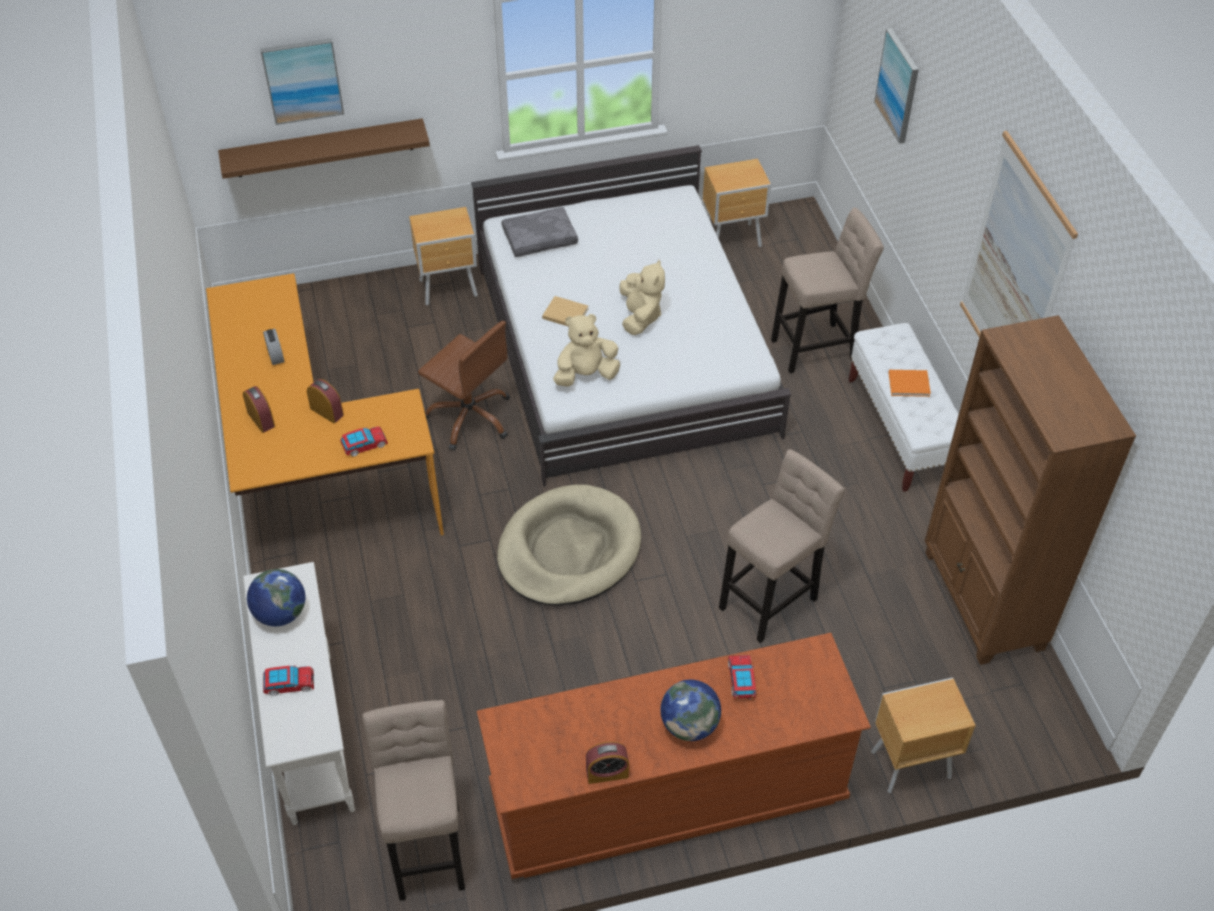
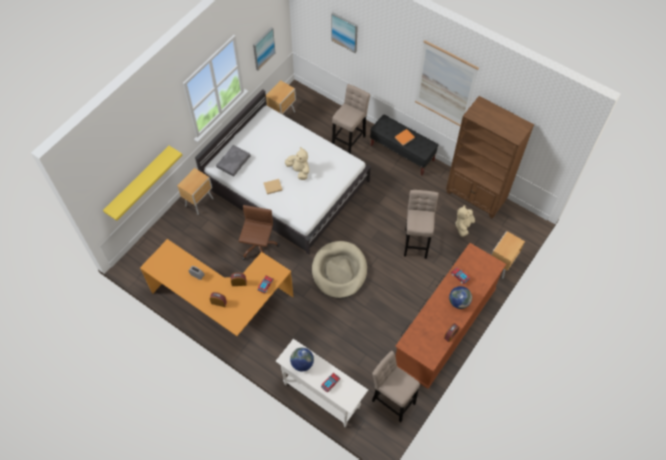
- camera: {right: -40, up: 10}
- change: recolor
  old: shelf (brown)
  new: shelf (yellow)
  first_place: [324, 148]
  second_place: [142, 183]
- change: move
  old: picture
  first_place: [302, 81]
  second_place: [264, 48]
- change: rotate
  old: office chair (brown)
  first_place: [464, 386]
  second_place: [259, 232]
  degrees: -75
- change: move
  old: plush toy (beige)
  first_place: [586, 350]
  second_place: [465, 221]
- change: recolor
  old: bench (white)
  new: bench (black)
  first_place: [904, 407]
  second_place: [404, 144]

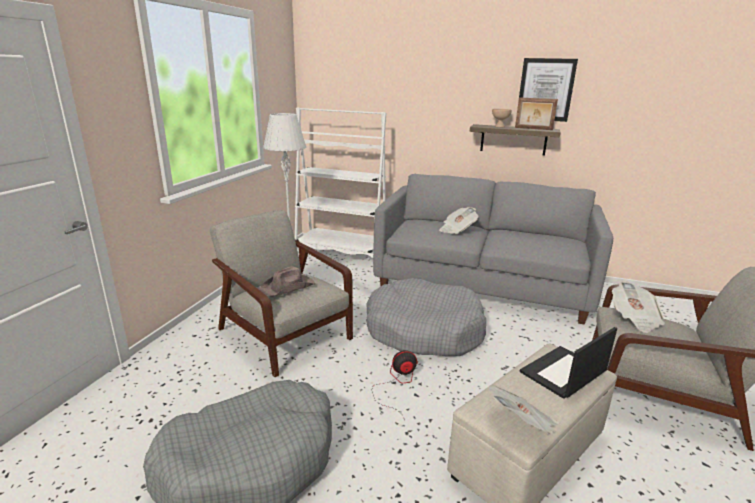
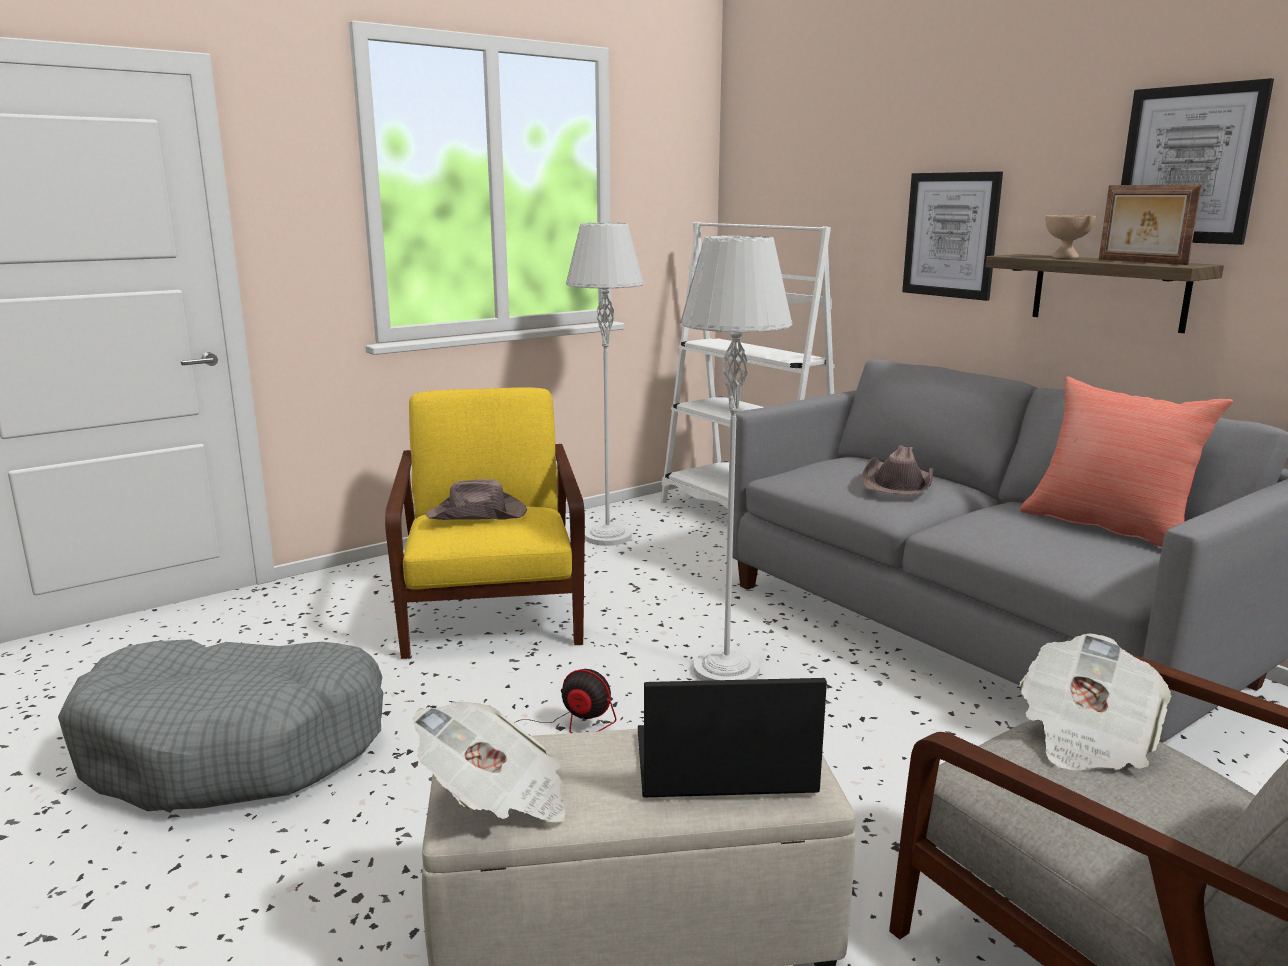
- camera: {right: 35, up: -5}
- change: recolor
  old: armchair (grey)
  new: armchair (yellow)
  first_place: [281, 293]
  second_place: [485, 523]
- change: replace
  old: dog bed (grey)
  new: floor lamp (grey)
  first_place: [426, 317]
  second_place: [736, 458]
- change: replace
  old: newspaper
  new: hat (brown)
  first_place: [458, 220]
  second_place: [898, 470]
- change: insert
  new: picture
  second_place: [952, 236]
- change: insert
  new: pillow (red)
  second_place: [1126, 461]

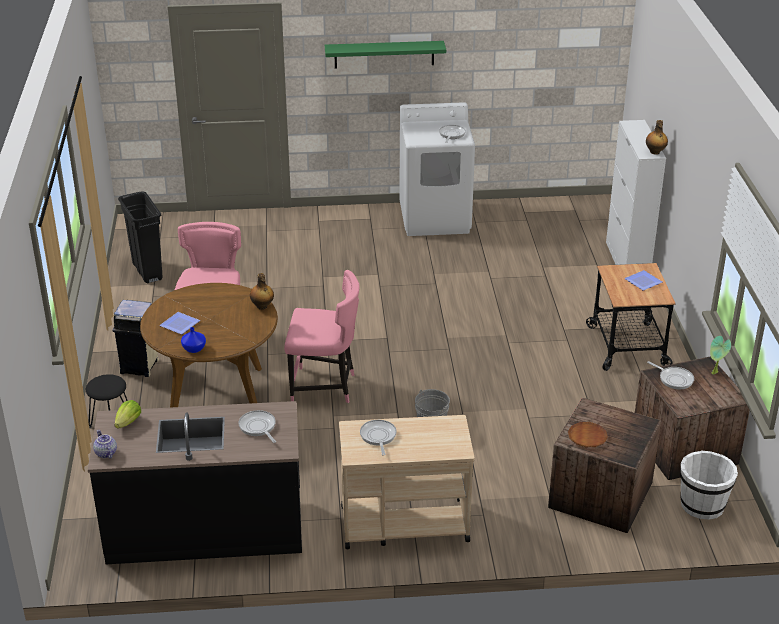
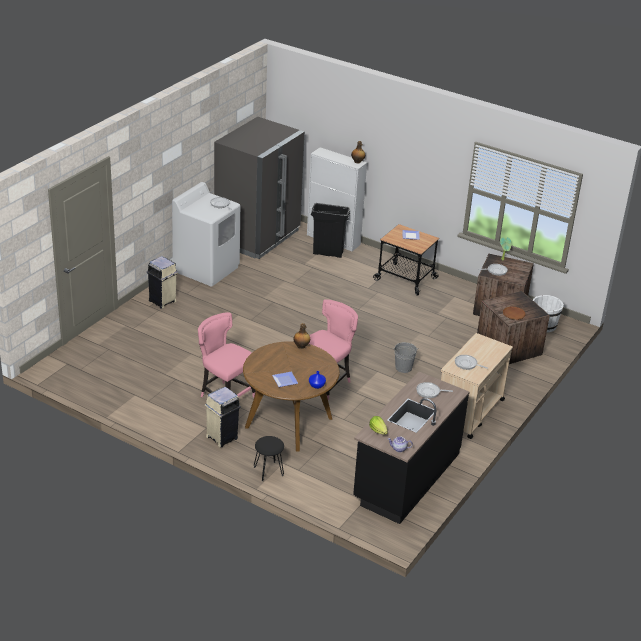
- camera: {right: -55, up: 0}
- change: move
  old: trash can (black)
  first_place: [140, 237]
  second_place: [330, 230]
- change: delete
  old: shelf (green)
  first_place: [385, 55]
- change: insert
  new: trash can (beige)
  second_place: [162, 282]
- change: insert
  new: fridge (grey)
  second_place: [259, 188]

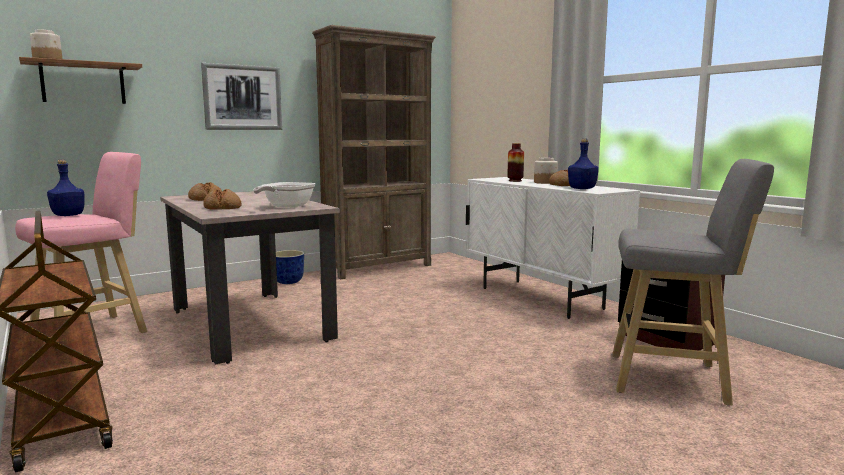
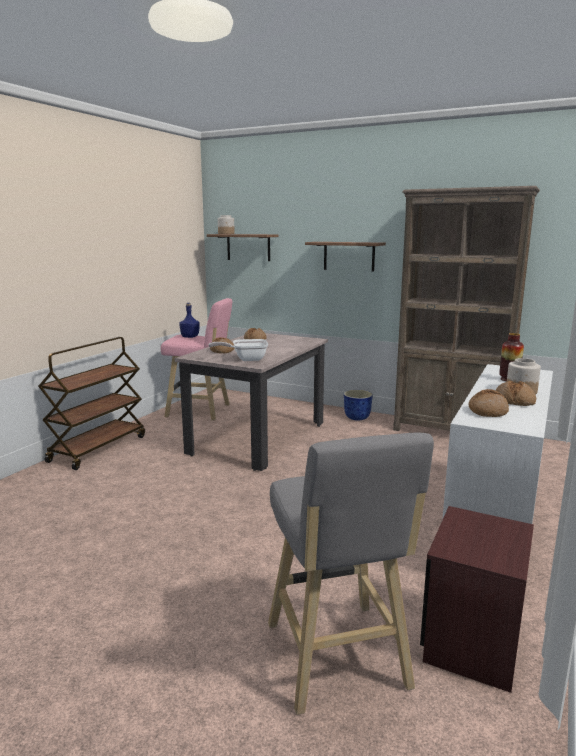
- camera: {right: 60, up: 5}
- change: replace
  old: picture
  new: shelf
  first_place: [241, 96]
  second_place: [345, 257]
- change: replace
  old: bottle (blue)
  new: bread
  first_place: [583, 164]
  second_place: [488, 403]

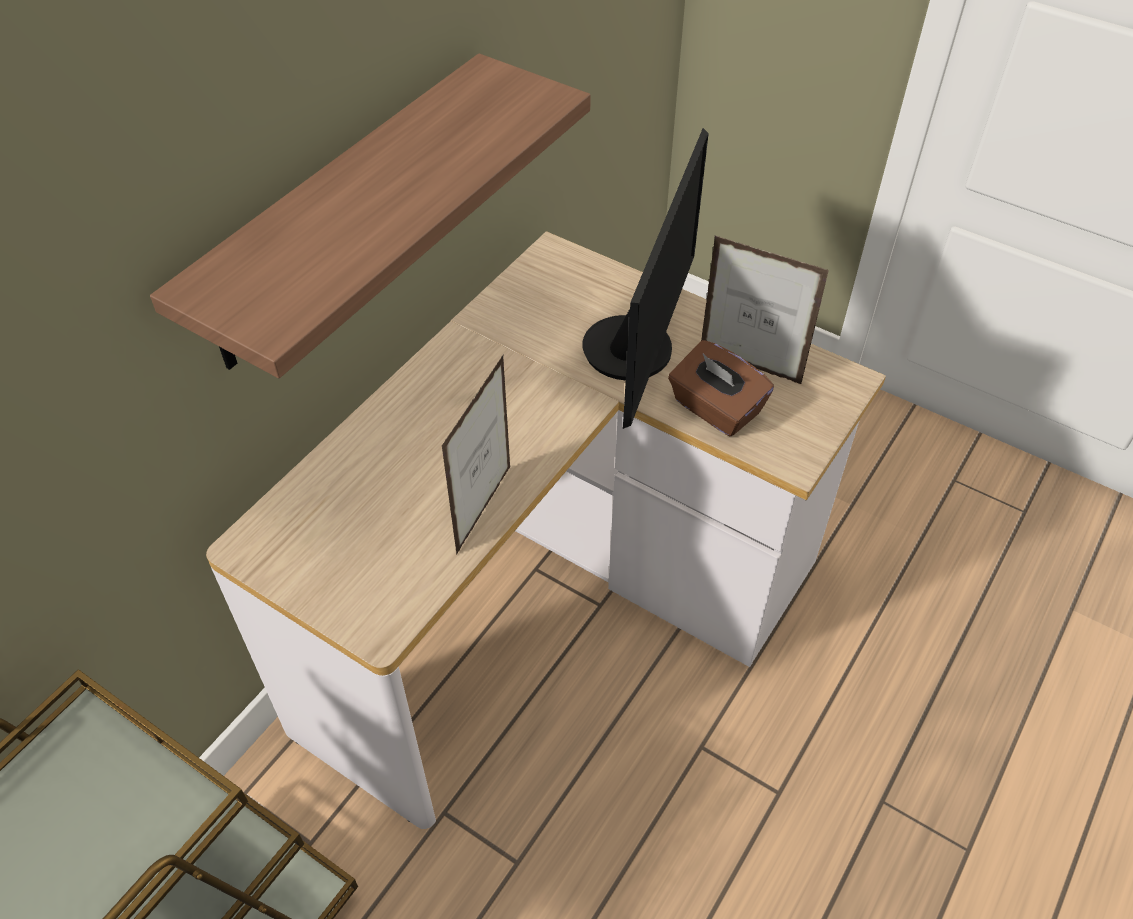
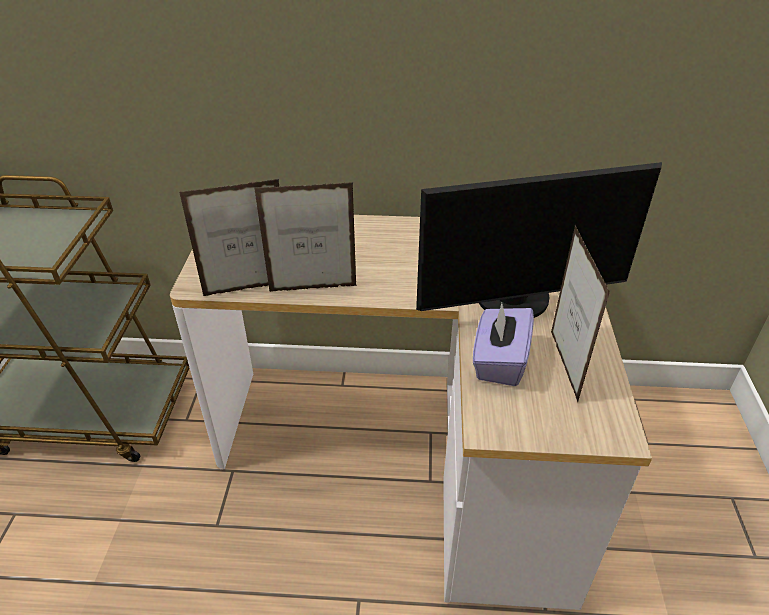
- camera: {right: 60, up: -10}
- change: delete
  old: shelf
  first_place: [370, 215]
- change: recolor
  old: tissue box (brown)
  new: tissue box (purple)
  first_place: [721, 388]
  second_place: [503, 344]
- change: insert
  new: picture frame
  second_place: [229, 237]

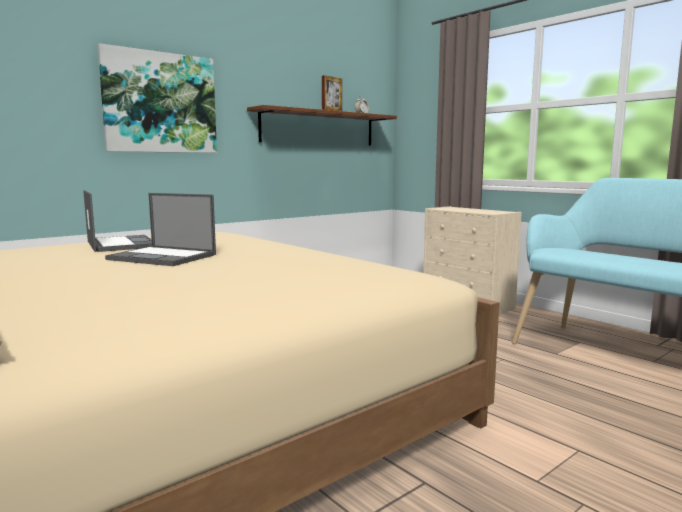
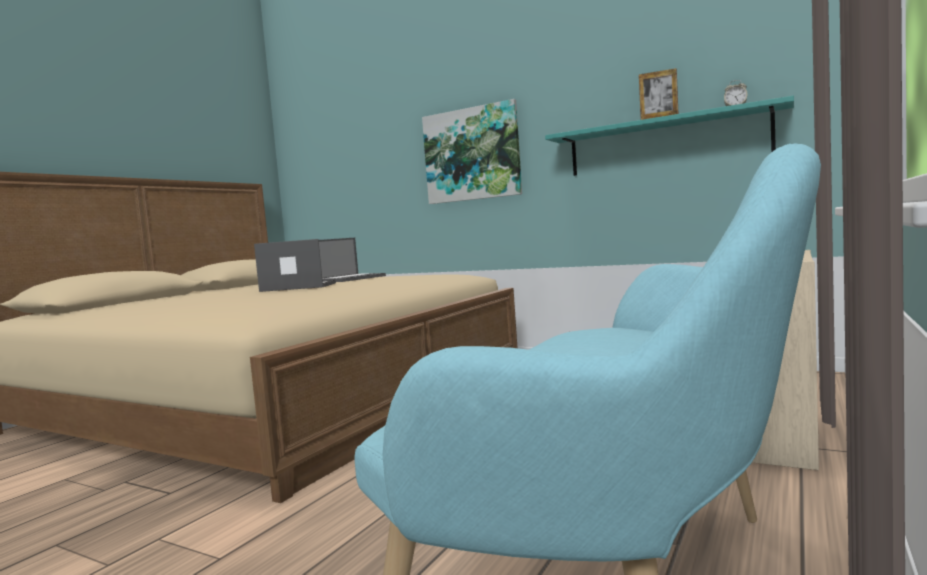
- camera: {right: 70, up: -5}
- change: rotate
  old: laptop
  first_place: [160, 229]
  second_place: [295, 265]
  degrees: 90
- change: recolor
  old: shelf (brown)
  new: shelf (turquoise)
  first_place: [322, 125]
  second_place: [669, 136]

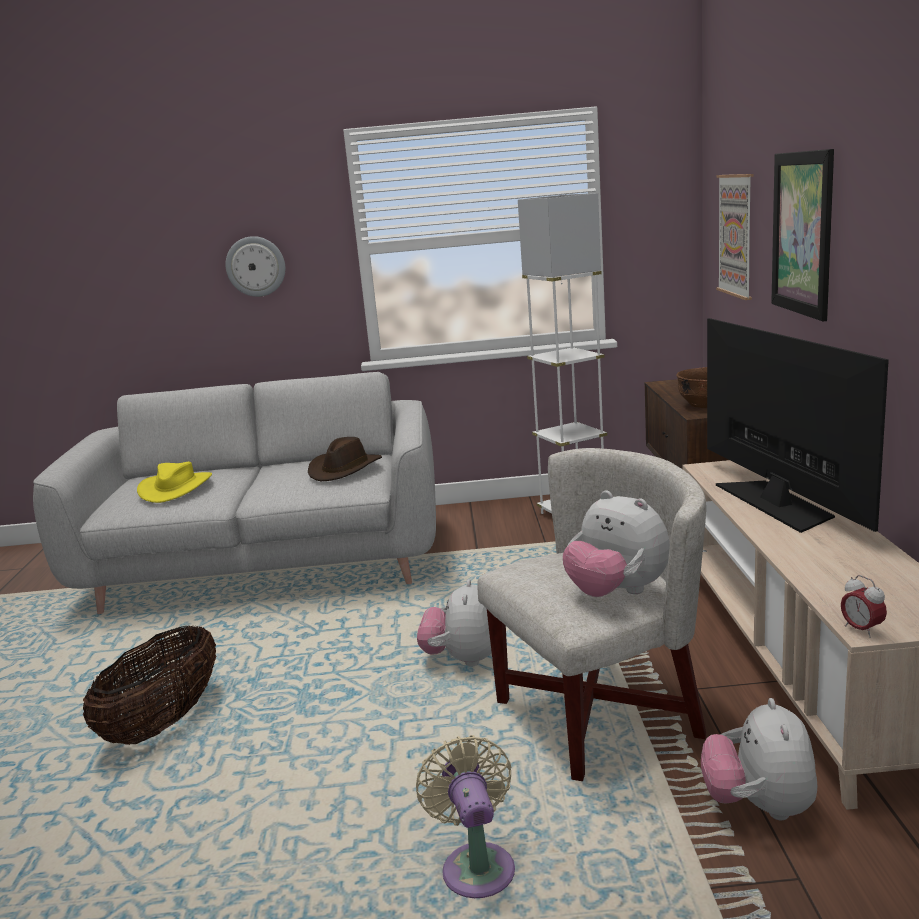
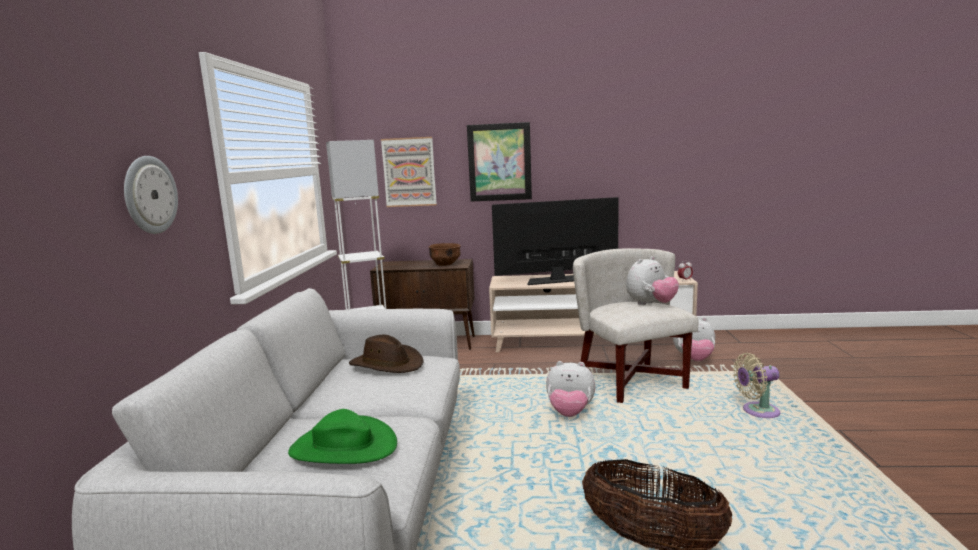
- camera: {right: -85, up: -5}
- change: recolor
  old: hat (yellow)
  new: hat (green)
  first_place: [174, 482]
  second_place: [342, 436]

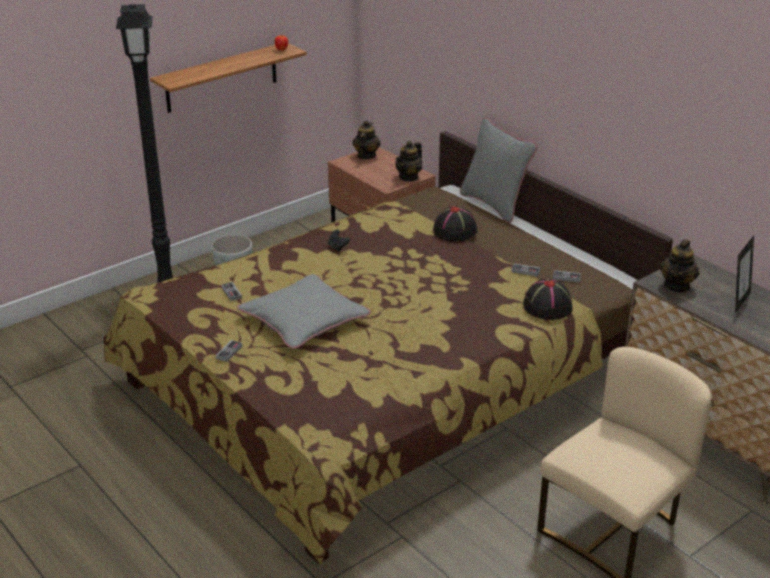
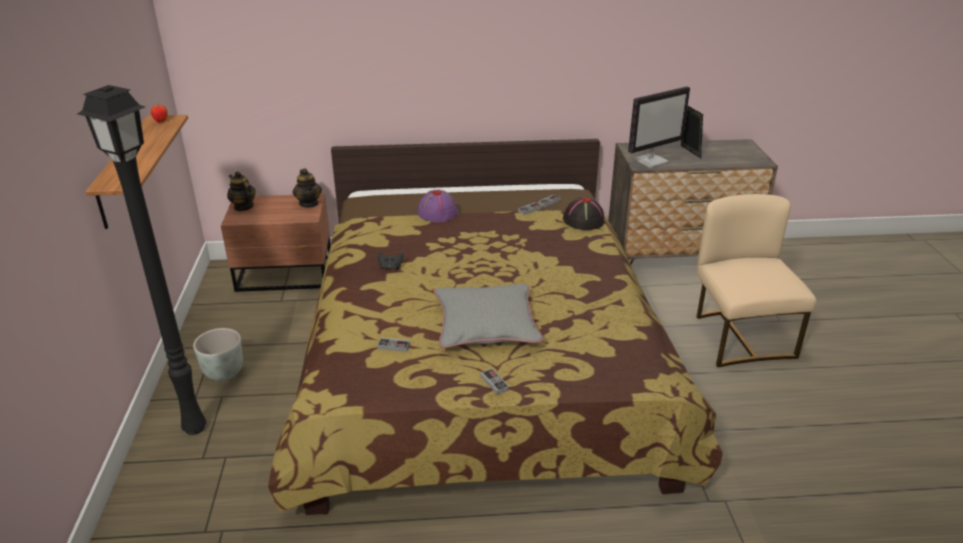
- camera: {right: -55, up: 0}
- change: recolor
  old: hat (black)
  new: hat (purple)
  first_place: [455, 224]
  second_place: [438, 206]
- change: delete
  old: pillow (grey)
  first_place: [498, 170]
- change: replace
  old: teapot
  new: monitor
  first_place: [680, 266]
  second_place: [659, 127]

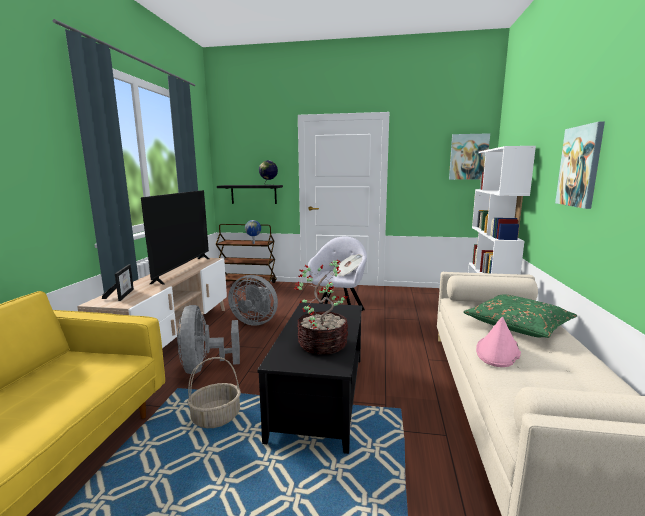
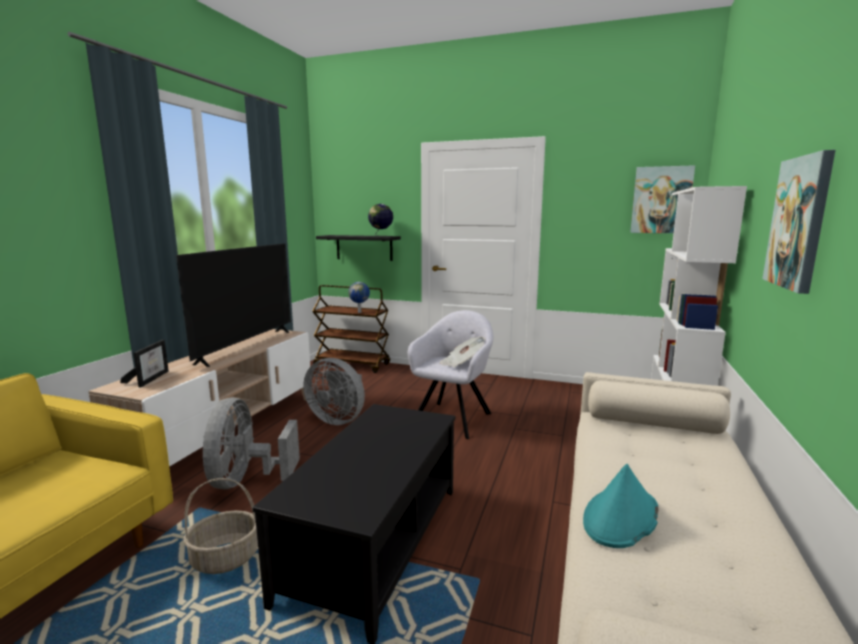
- camera: {right: 10, up: 0}
- change: delete
  old: potted plant
  first_place: [321, 307]
- change: delete
  old: pillow (green)
  first_place: [520, 316]
- change: recolor
  old: hat (pink)
  new: hat (turquoise)
  first_place: [498, 342]
  second_place: [620, 506]

